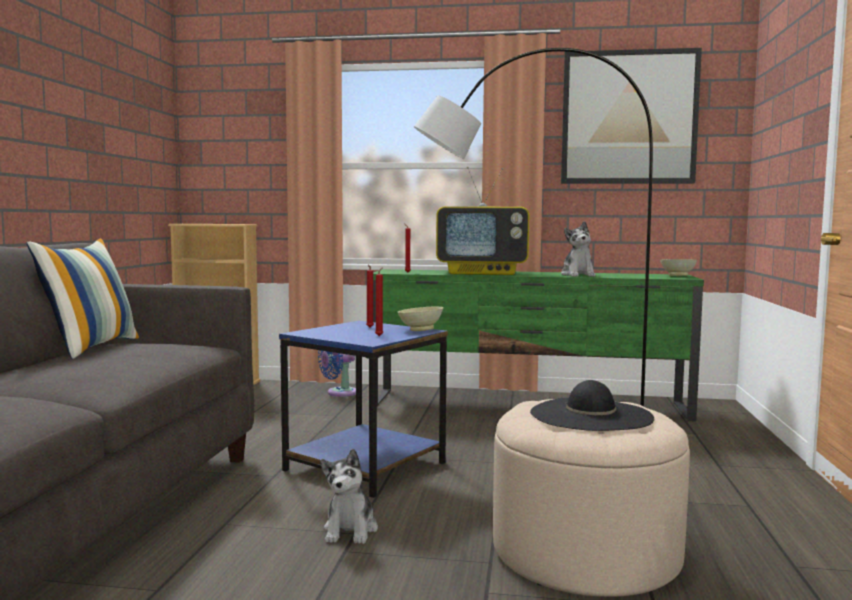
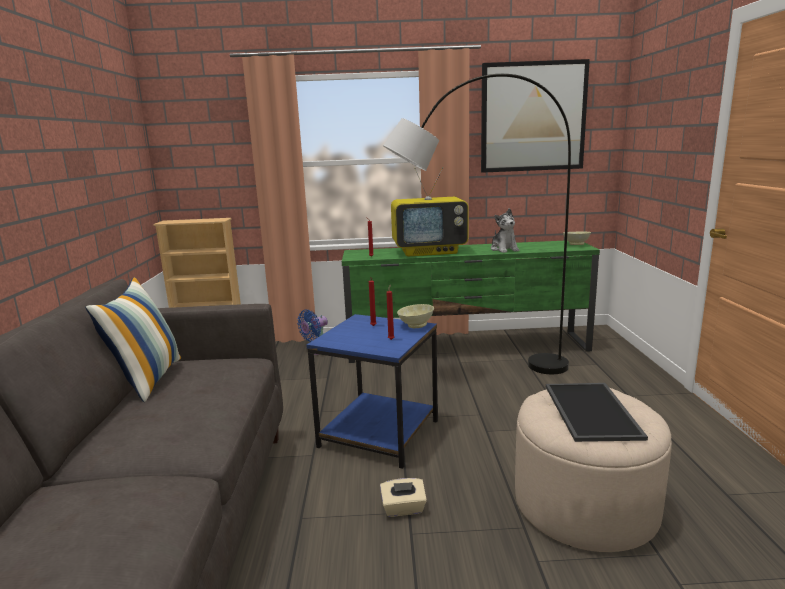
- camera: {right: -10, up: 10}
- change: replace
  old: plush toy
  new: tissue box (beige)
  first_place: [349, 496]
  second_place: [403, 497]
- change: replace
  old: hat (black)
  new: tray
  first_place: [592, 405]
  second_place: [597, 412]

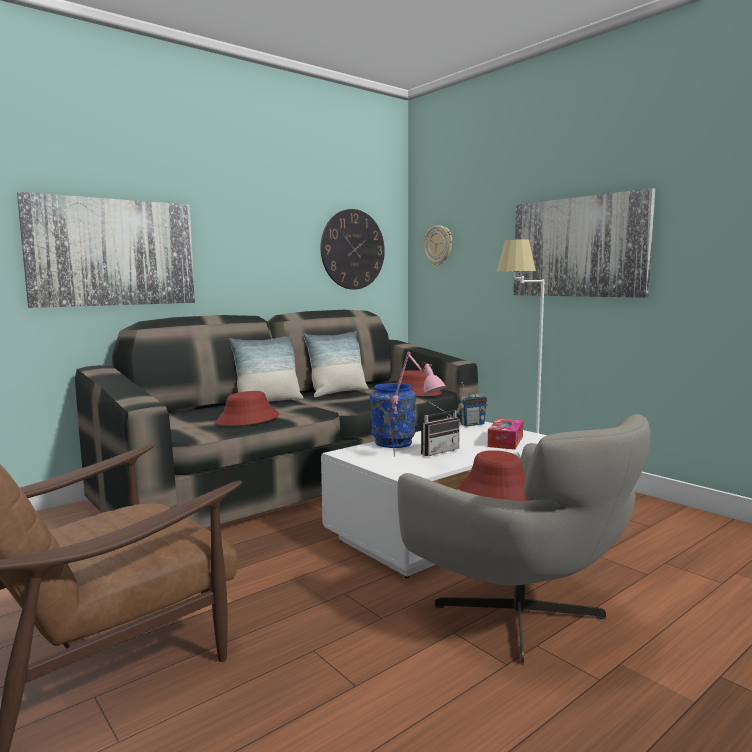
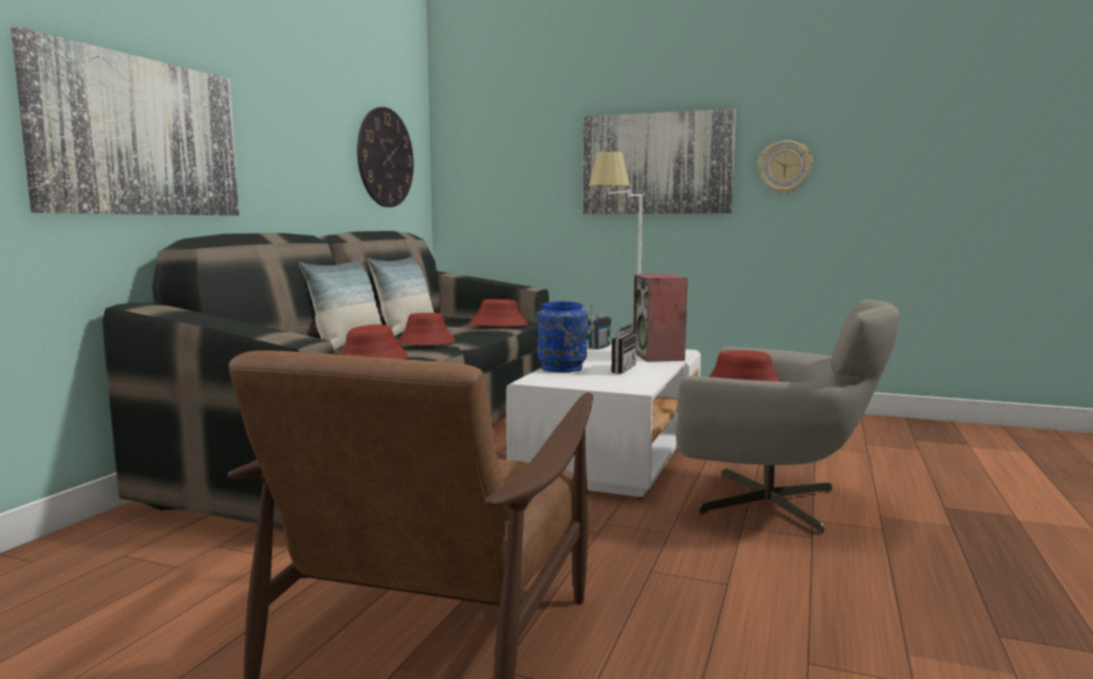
- camera: {right: -30, up: 0}
- change: delete
  old: table lamp (pink)
  first_place: [417, 404]
- change: move
  old: wall clock
  first_place: [438, 245]
  second_place: [785, 167]
- change: replace
  old: tissue box
  new: speaker
  first_place: [505, 434]
  second_place: [660, 318]
- change: insert
  new: hat (red)
  second_place: [426, 329]

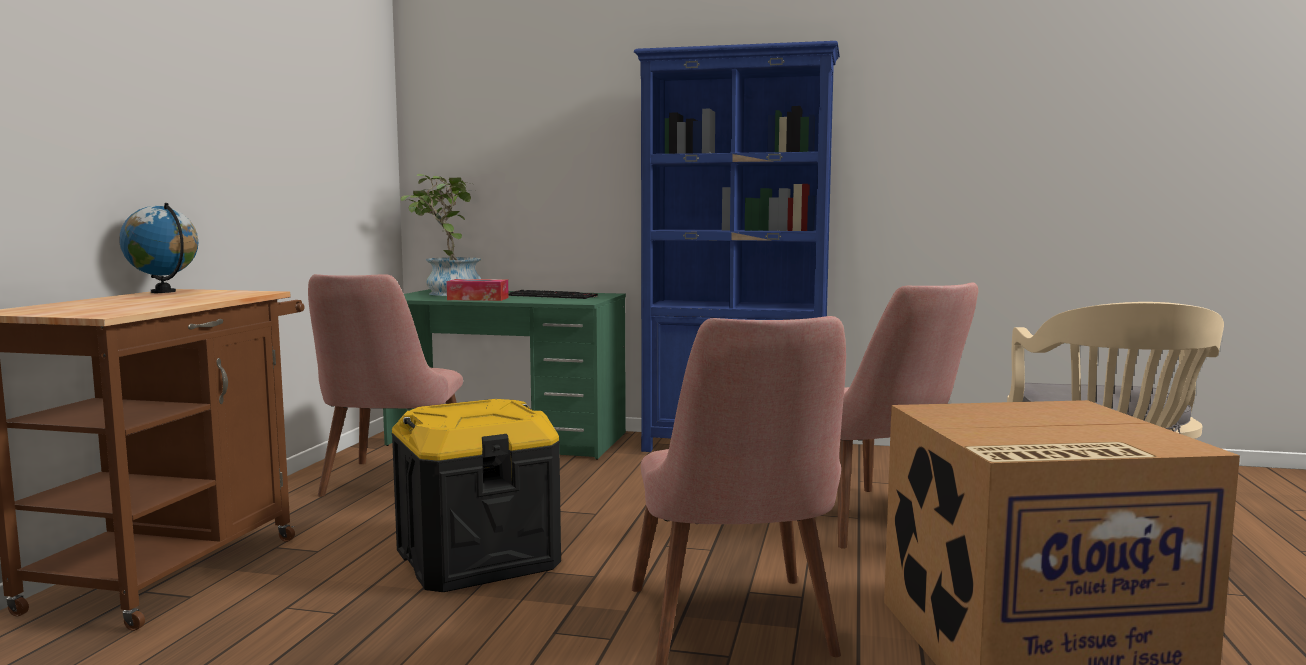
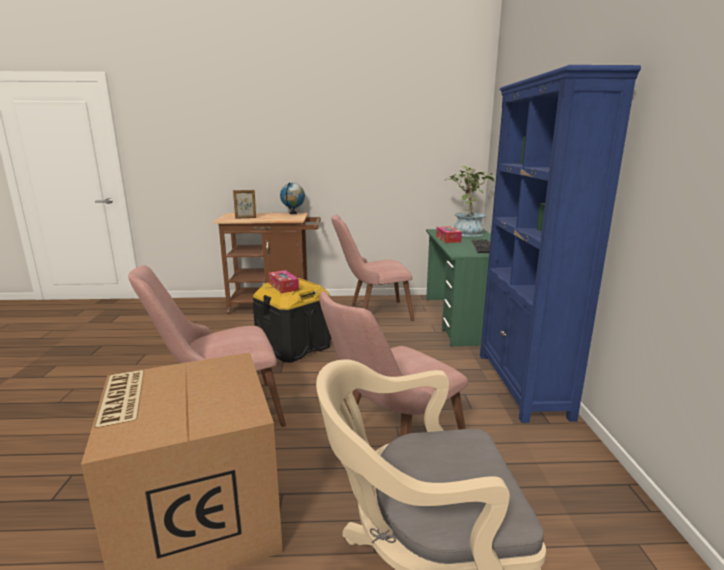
- camera: {right: 75, up: 10}
- change: insert
  new: picture frame
  second_place: [244, 204]
- change: insert
  new: tissue box
  second_place: [284, 281]

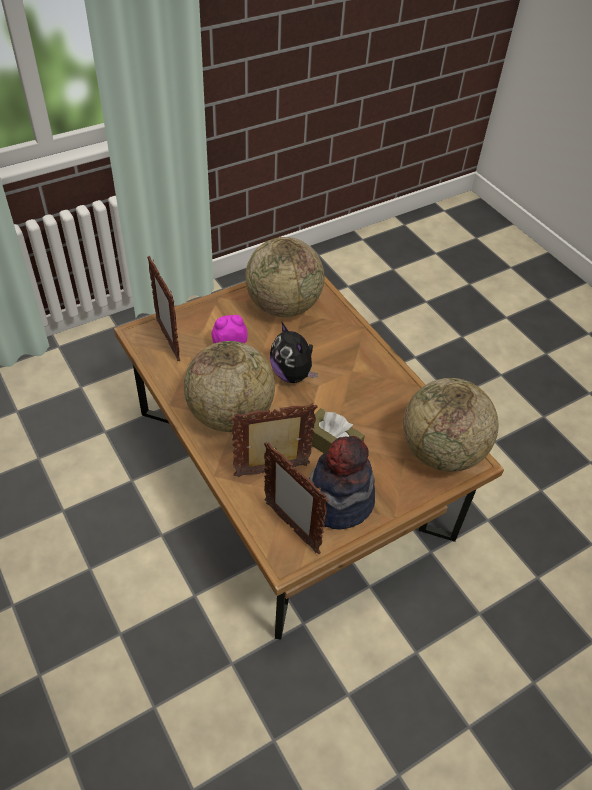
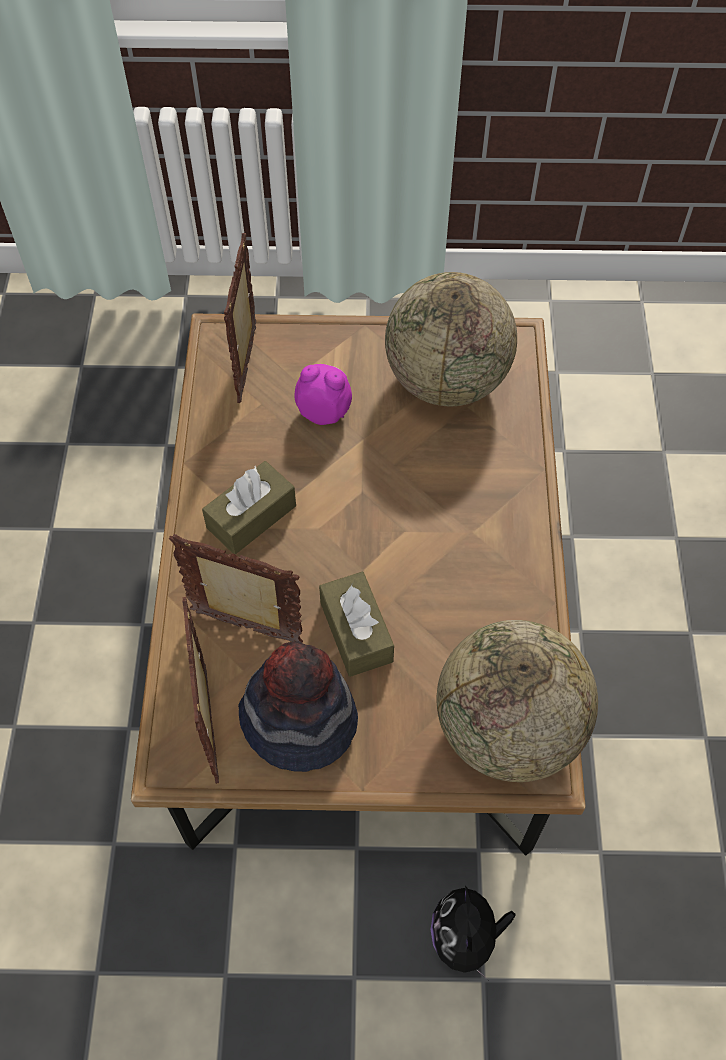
- camera: {right: 35, up: 10}
- change: replace
  old: globe
  new: tissue box (brown)
  first_place: [229, 386]
  second_place: [249, 508]
- change: move
  old: plush toy
  first_place: [294, 352]
  second_place: [473, 933]

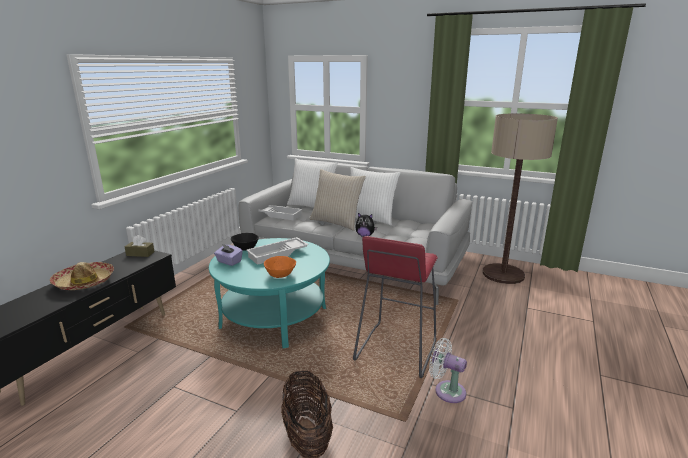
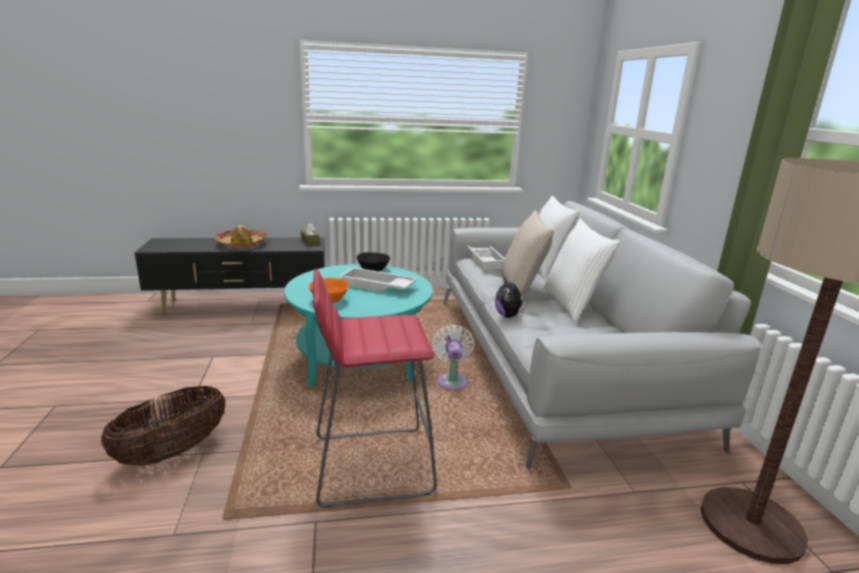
- camera: {right: 55, up: 0}
- change: delete
  old: tissue box (purple)
  first_place: [228, 255]
- change: move
  old: fan (white)
  first_place: [448, 370]
  second_place: [453, 357]

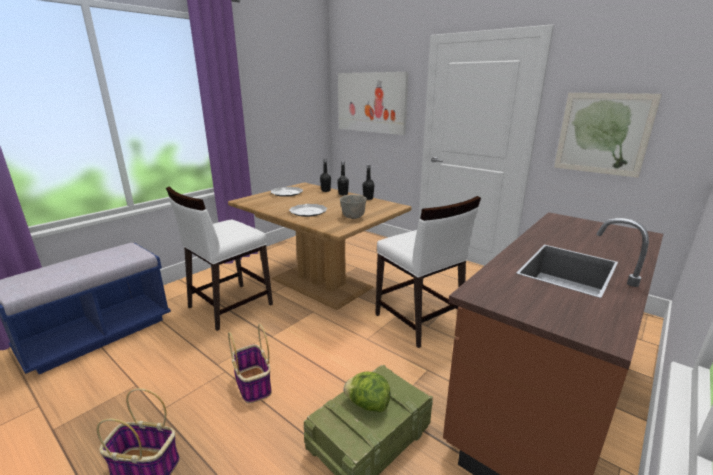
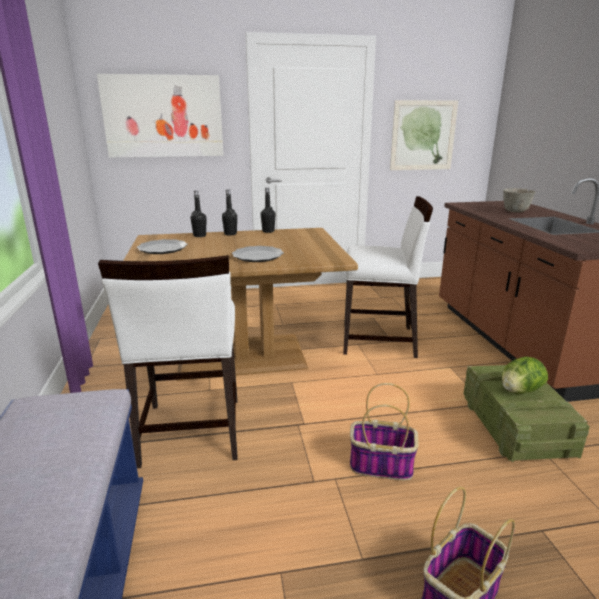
- camera: {right: -50, up: 0}
- change: move
  old: bowl (grey)
  first_place: [353, 207]
  second_place: [519, 200]

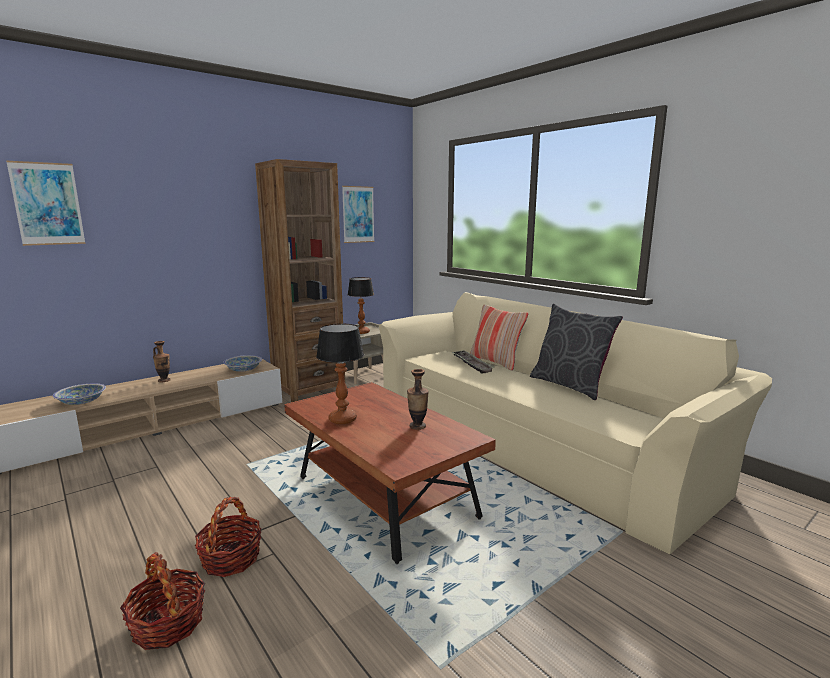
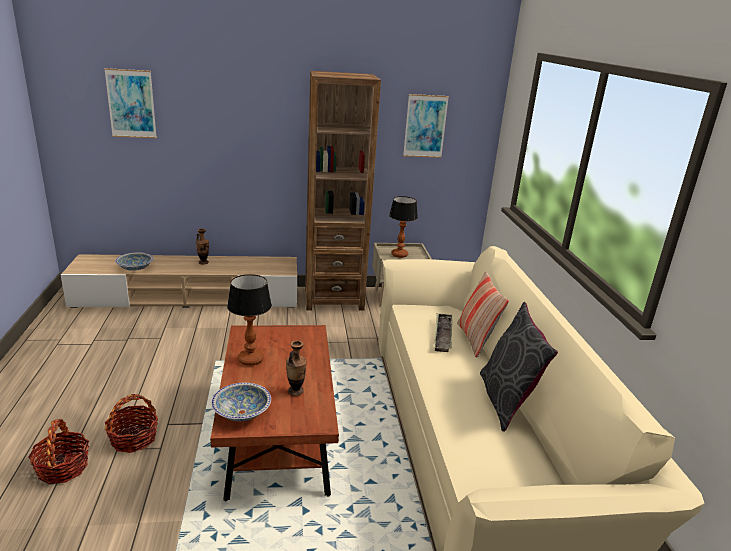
- camera: {right: 30, up: 10}
- change: move
  old: bowl
  first_place: [242, 363]
  second_place: [241, 402]

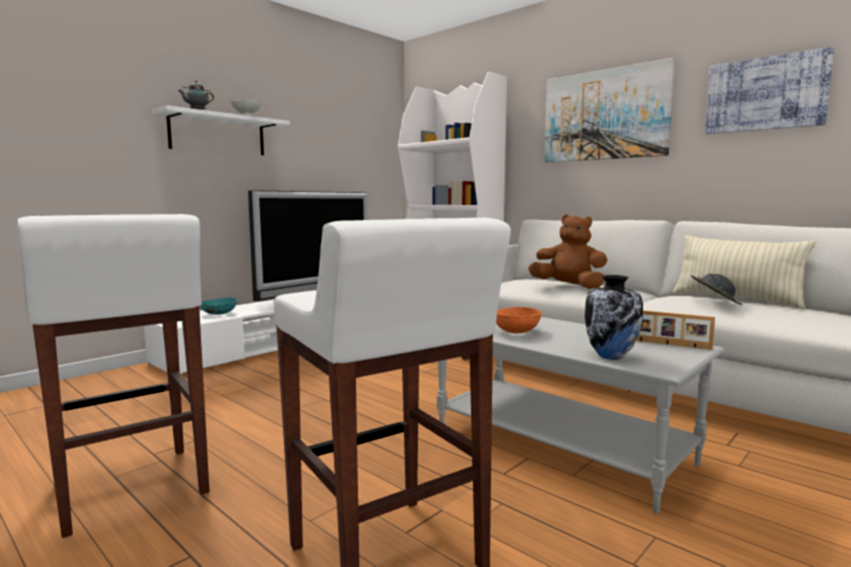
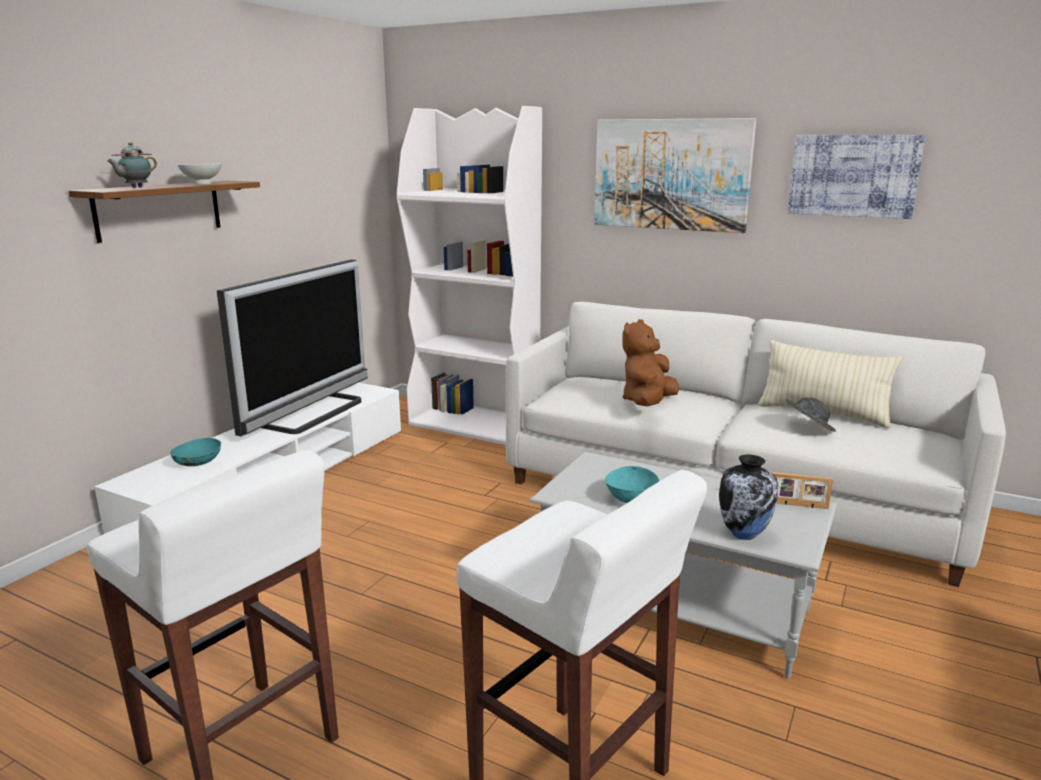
- camera: {right: -15, up: 10}
- change: recolor
  old: shelf (white)
  new: shelf (brown)
  first_place: [221, 130]
  second_place: [164, 212]
- change: recolor
  old: bowl (orange)
  new: bowl (turquoise)
  first_place: [519, 320]
  second_place: [632, 484]
- change: rotate
  old: plush toy (brown)
  first_place: [567, 252]
  second_place: [650, 362]
  degrees: -75

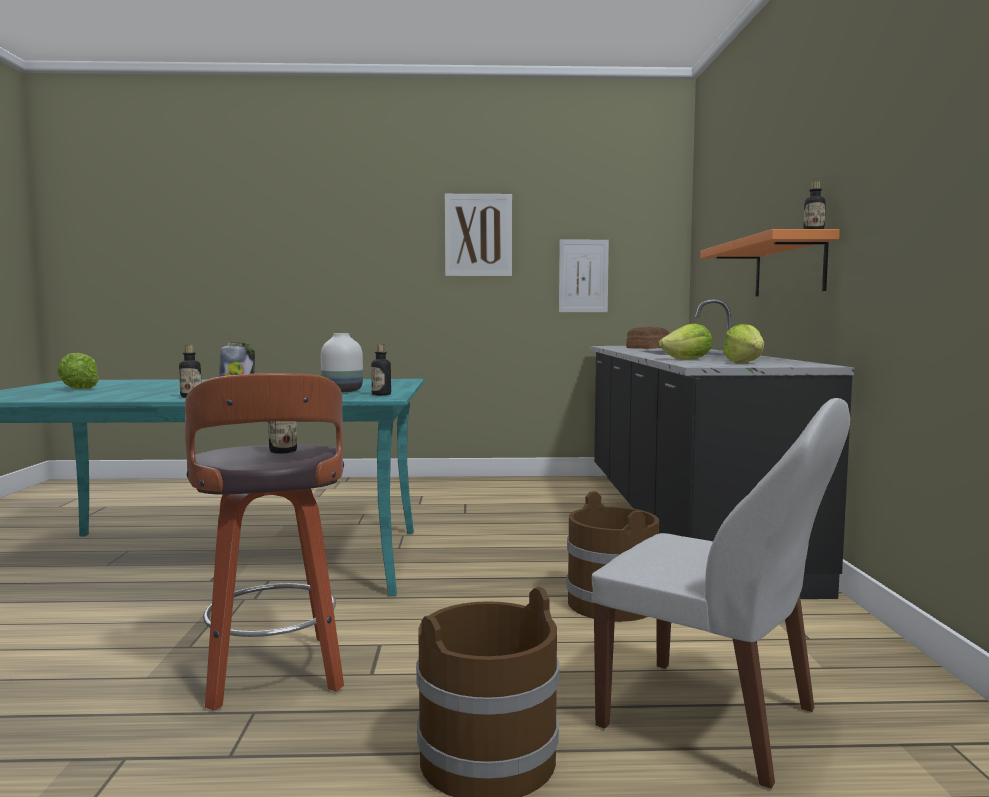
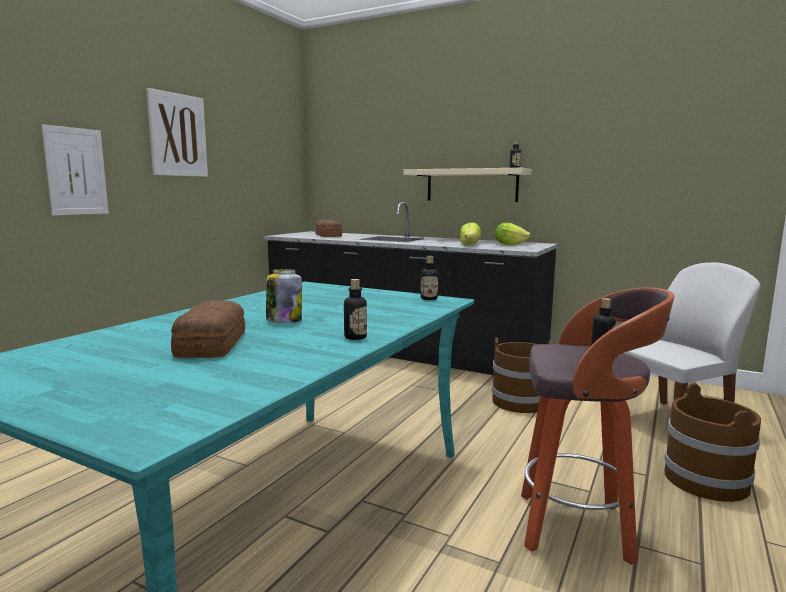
- camera: {right: -60, up: 5}
- change: delete
  old: lettuce
  first_place: [78, 371]
- change: delete
  old: vase (white)
  first_place: [342, 362]
- change: move
  old: picture
  first_place: [584, 276]
  second_place: [75, 170]
- change: recolor
  old: shelf (orange)
  new: shelf (beige)
  first_place: [770, 262]
  second_place: [468, 185]
- change: insert
  new: bread
  second_place: [208, 329]

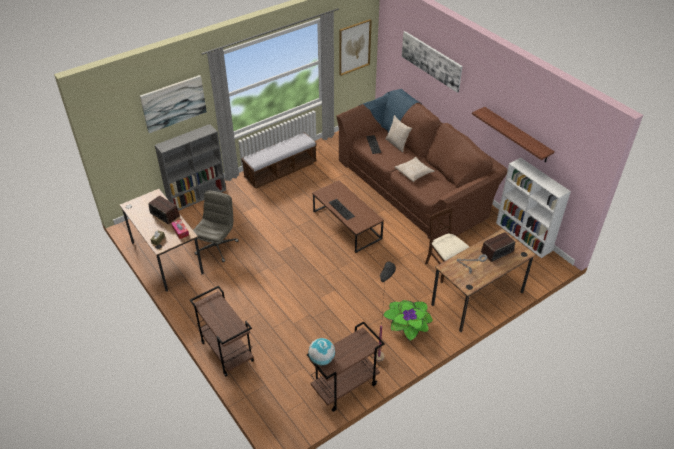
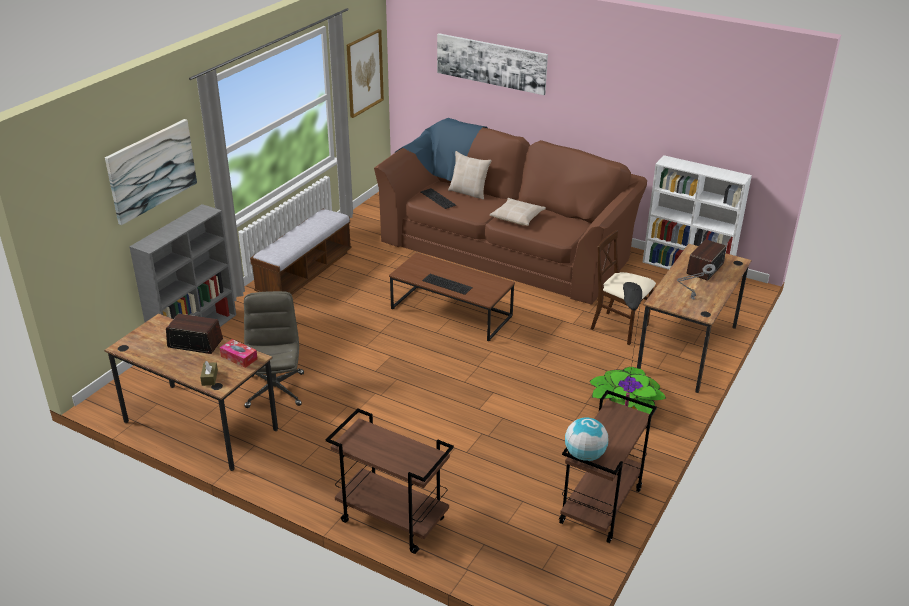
- camera: {right: -25, up: -10}
- change: delete
  old: shelf
  first_place: [513, 135]

